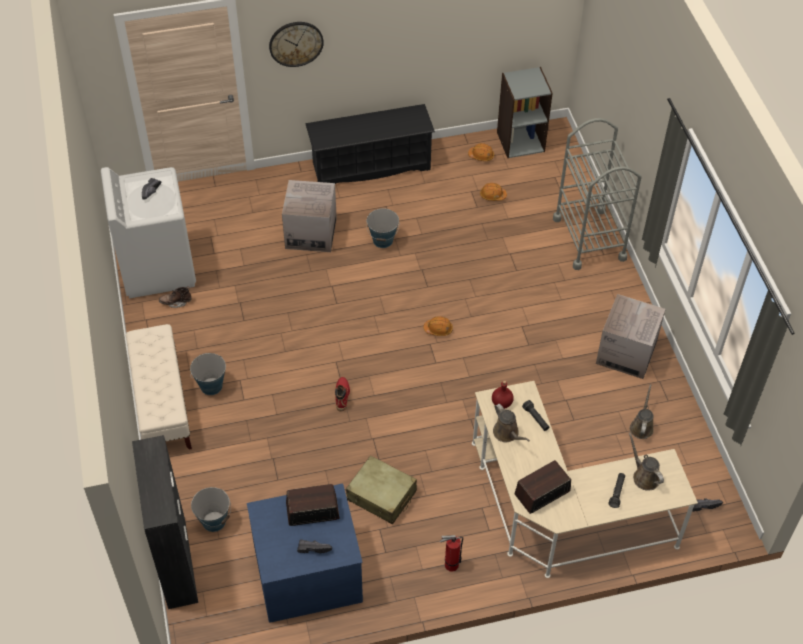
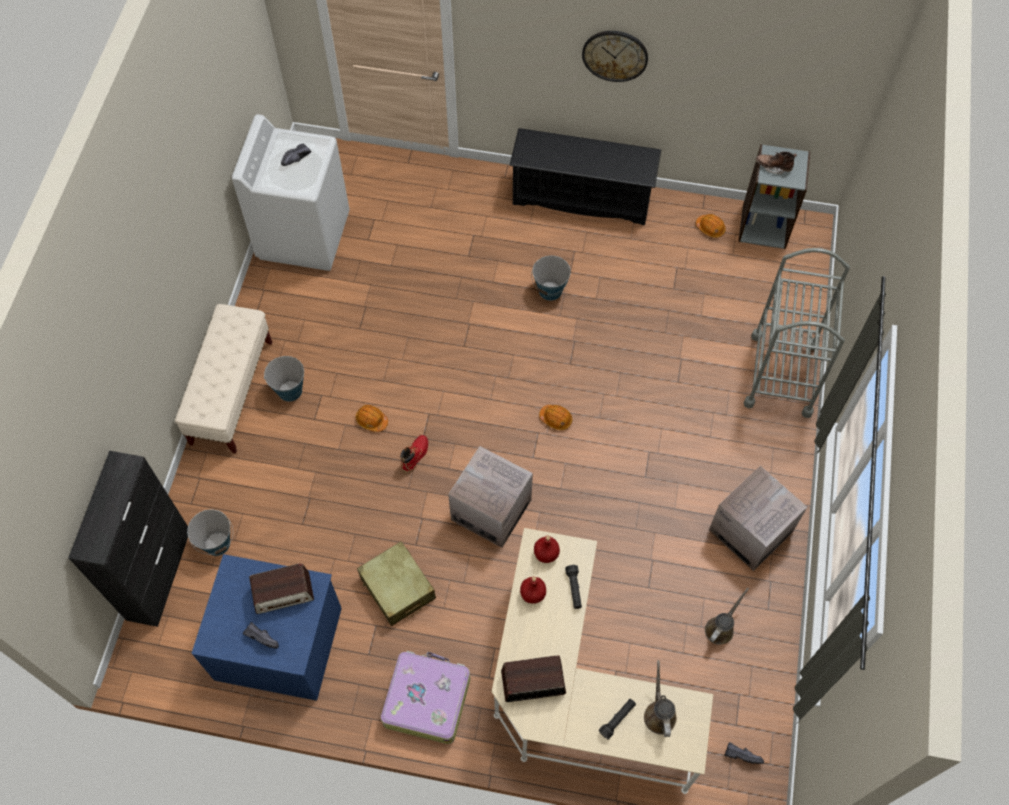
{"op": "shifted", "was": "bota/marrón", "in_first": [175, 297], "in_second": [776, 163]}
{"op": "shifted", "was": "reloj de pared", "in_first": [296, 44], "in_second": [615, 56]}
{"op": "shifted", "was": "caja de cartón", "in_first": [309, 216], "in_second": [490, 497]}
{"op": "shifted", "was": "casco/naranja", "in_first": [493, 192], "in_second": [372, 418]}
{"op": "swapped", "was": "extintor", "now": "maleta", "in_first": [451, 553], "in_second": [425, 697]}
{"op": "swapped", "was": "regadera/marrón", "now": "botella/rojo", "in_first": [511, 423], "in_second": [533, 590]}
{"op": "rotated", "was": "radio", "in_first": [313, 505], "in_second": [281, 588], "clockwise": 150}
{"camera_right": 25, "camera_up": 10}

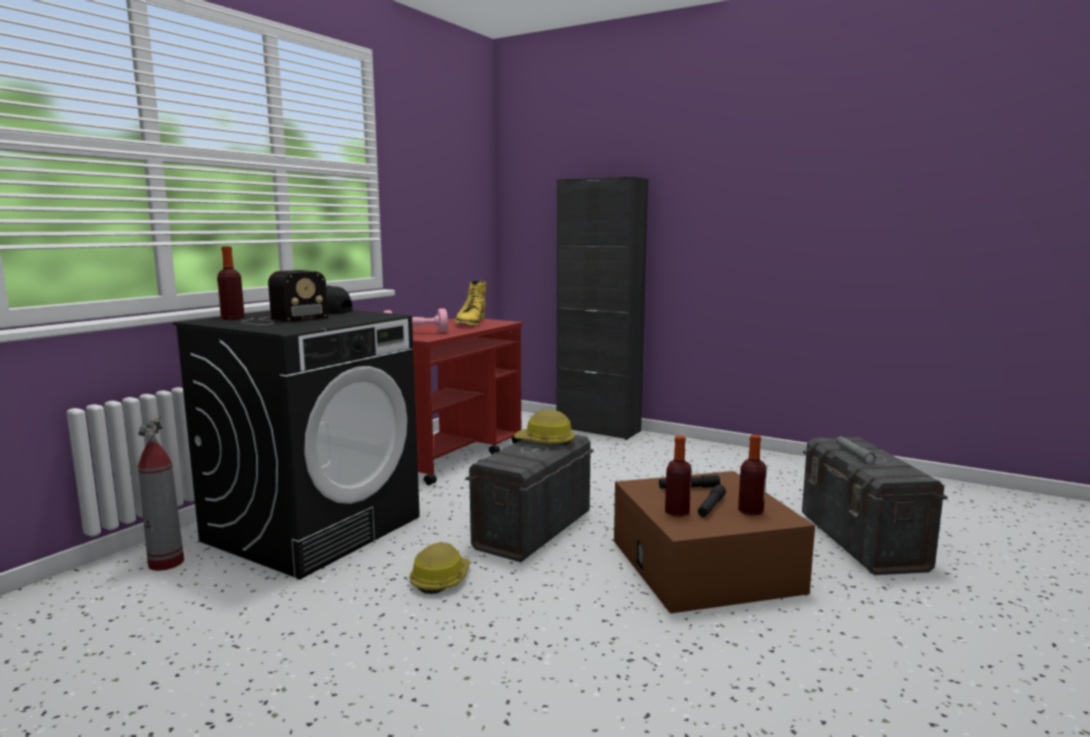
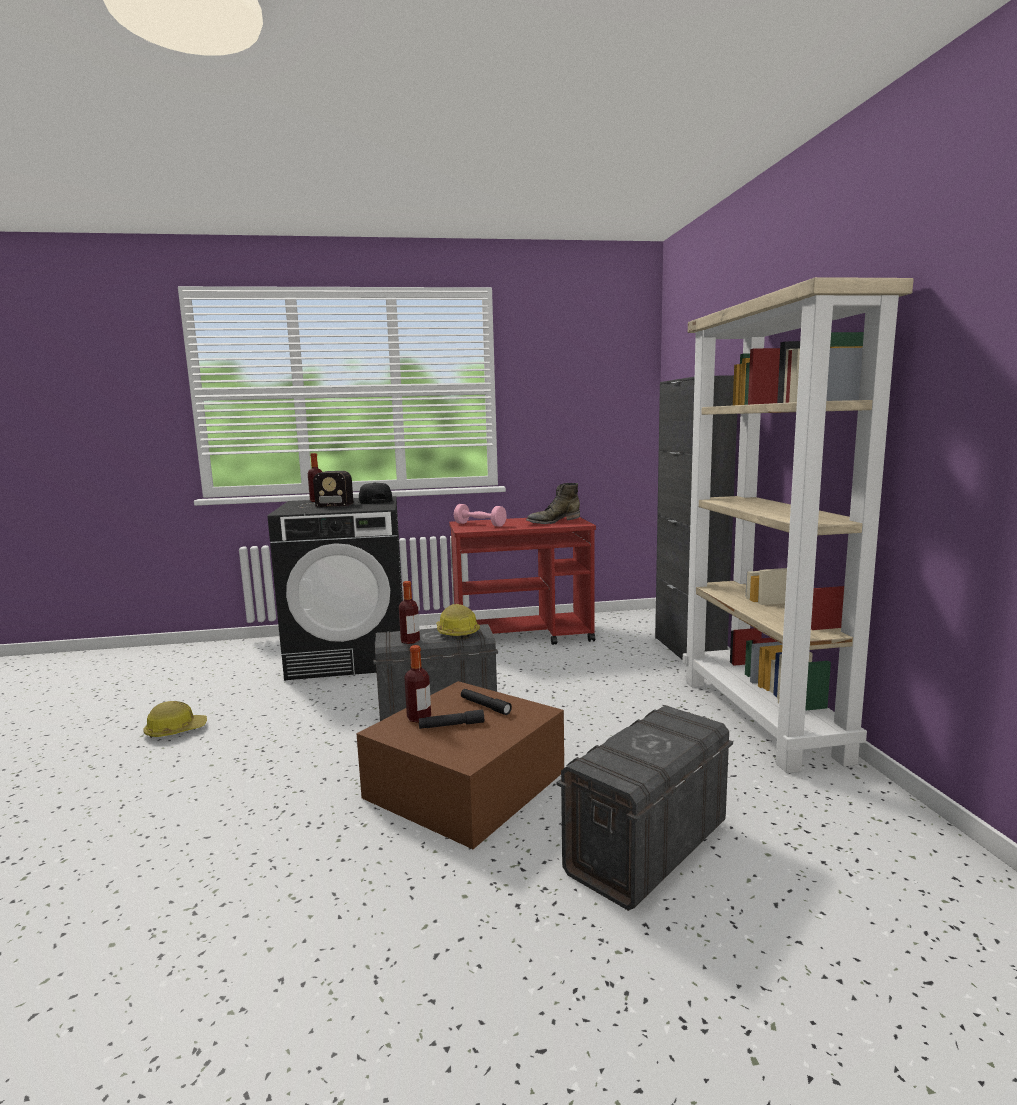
{"op": "gone", "was": "extintor", "in_first": [161, 493]}
{"op": "gone", "was": "linterna/gris", "in_first": [856, 450]}
{"op": "new", "now": "estantería/beis", "in_second": [798, 525]}
{"op": "shifted", "was": "casco", "in_first": [440, 568], "in_second": [175, 719]}
{"op": "shifted", "was": "botella", "in_first": [752, 475], "in_second": [409, 612]}
{"op": "repainted", "was": "bota/amarillo", "now": "bota/verde", "in_first": [470, 303], "in_second": [553, 503]}
{"camera_right": 50, "camera_up": 0}

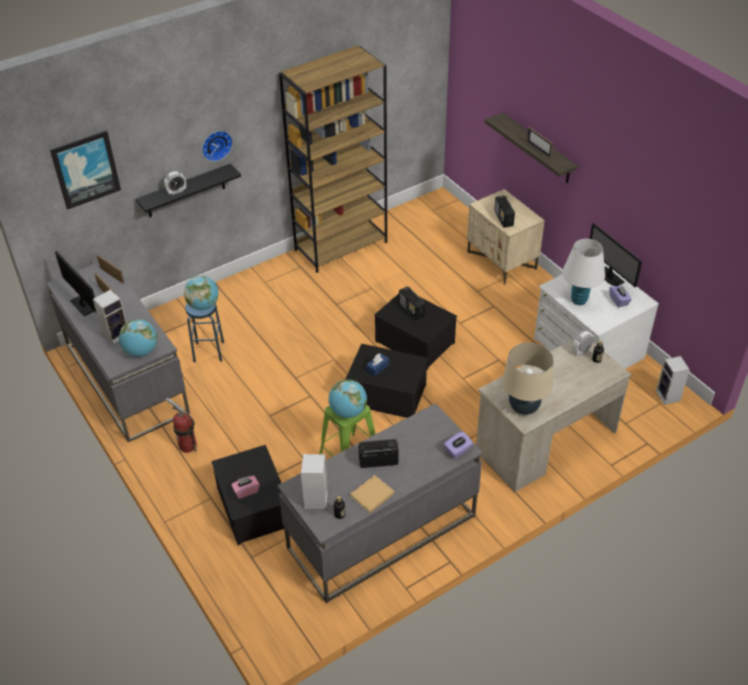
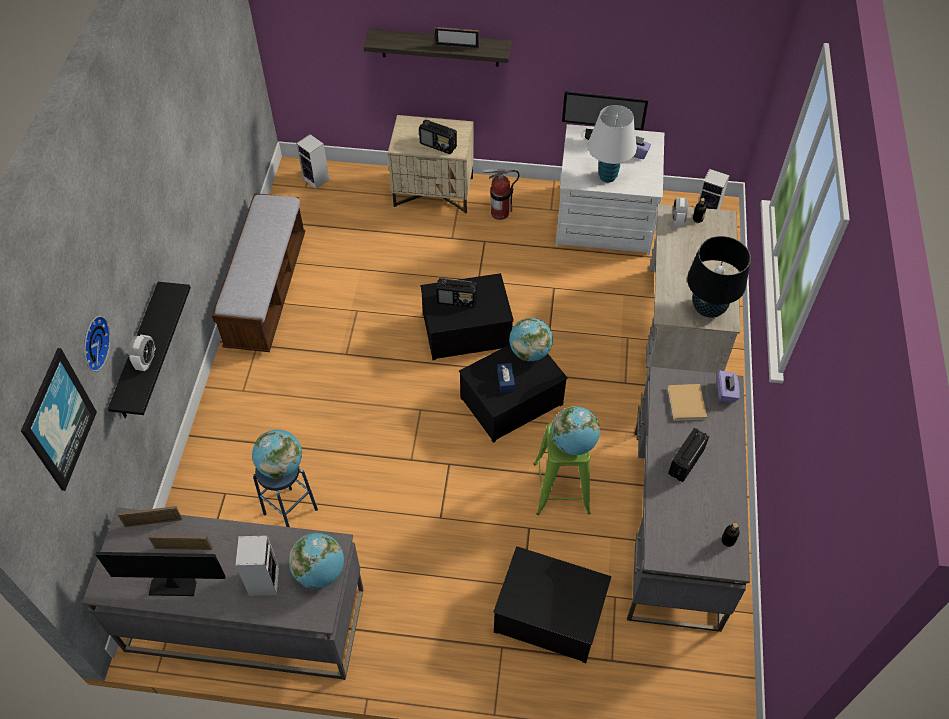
{"op": "gone", "was": "caja de pañuelos/rosa", "in_first": [245, 487]}
{"op": "new", "now": "globo terráqueo", "in_second": [531, 339]}
{"op": "shifted", "was": "extintor", "in_first": [181, 425], "in_second": [501, 194]}
{"op": "shifted", "was": "reloj de pared", "in_first": [217, 146], "in_second": [97, 344]}
{"op": "shifted", "was": "altavoz", "in_first": [314, 481], "in_second": [312, 161]}
{"op": "shifted", "was": "libro/beis", "in_first": [372, 494], "in_second": [687, 402]}
{"op": "swapped", "was": "estantería/marrón", "now": "banco", "in_first": [333, 159], "in_second": [258, 272]}
{"op": "repainted", "was": "lámpara de mesa/beis", "now": "lámpara de mesa/negro", "in_first": [527, 379], "in_second": [719, 277]}
{"camera_right": -50, "camera_up": 10}

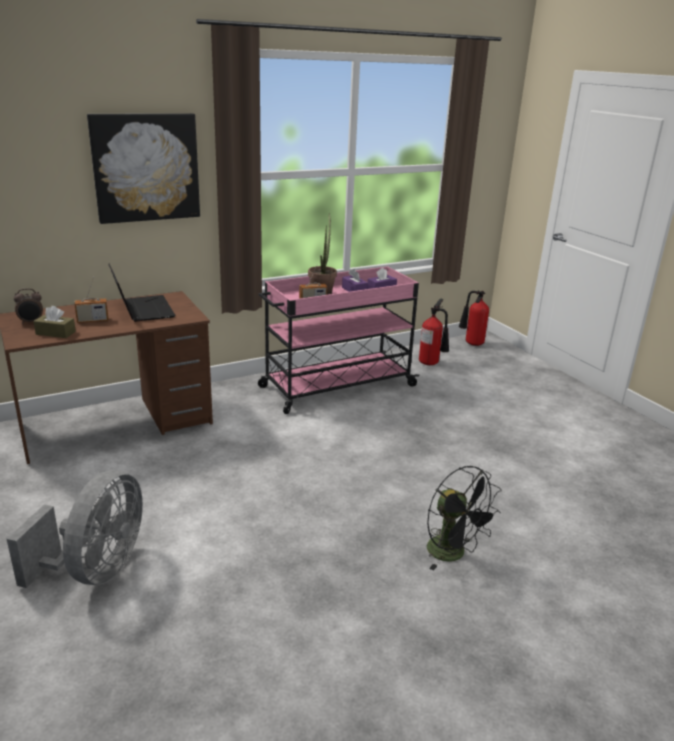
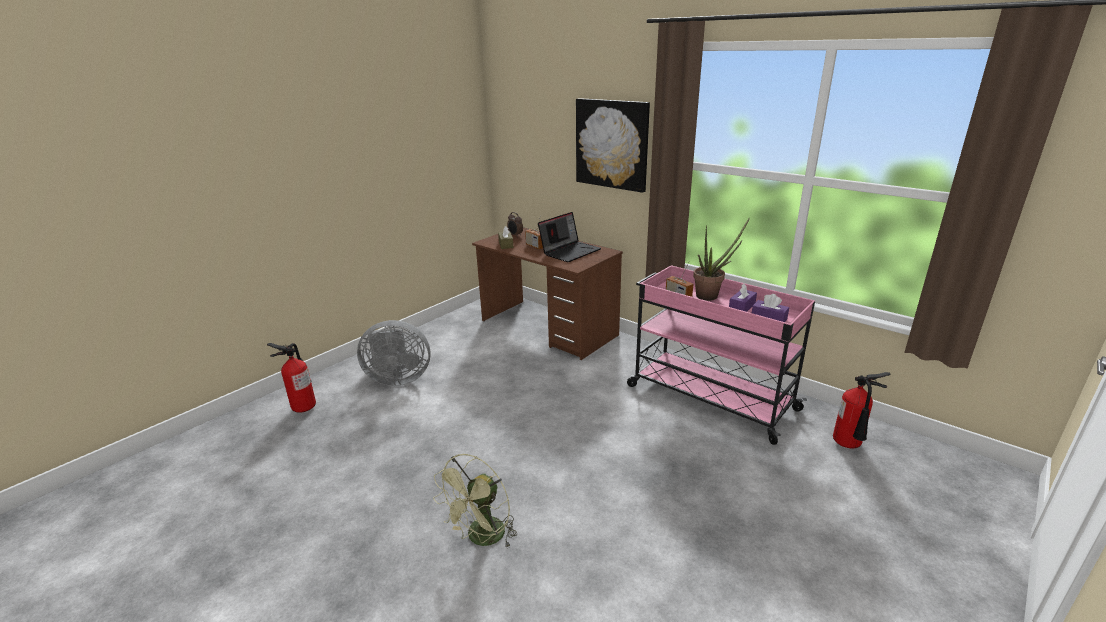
{"op": "shifted", "was": "extintor", "in_first": [474, 318], "in_second": [291, 378]}
{"op": "repainted", "was": "ventilador/negro", "now": "ventilador/verde", "in_first": [464, 518], "in_second": [475, 501]}
{"camera_right": 70, "camera_up": 0}

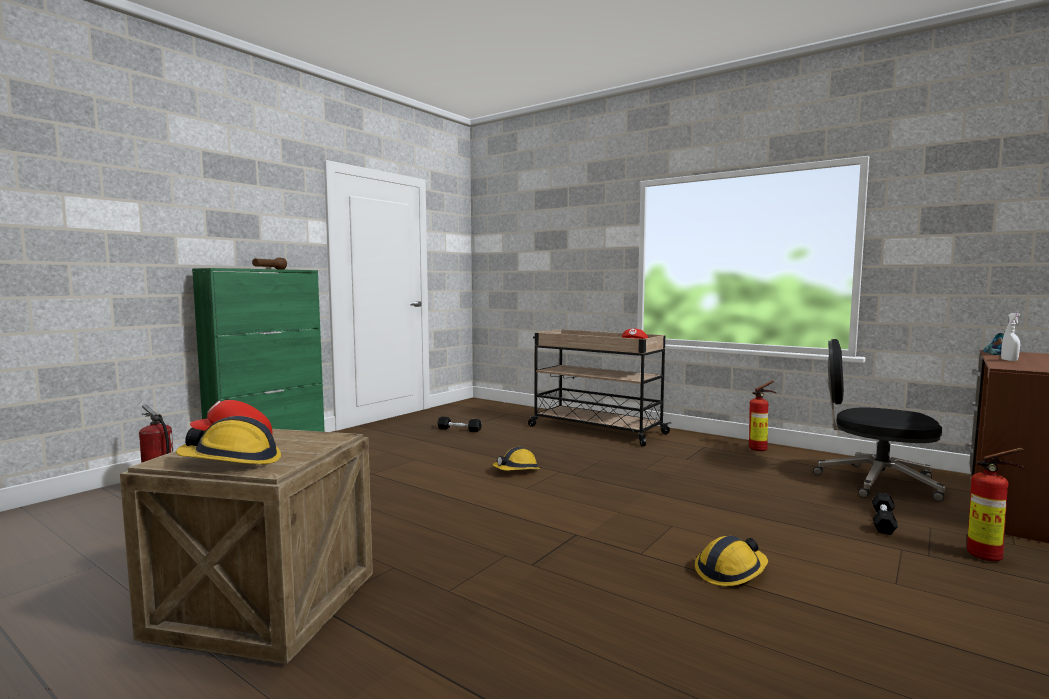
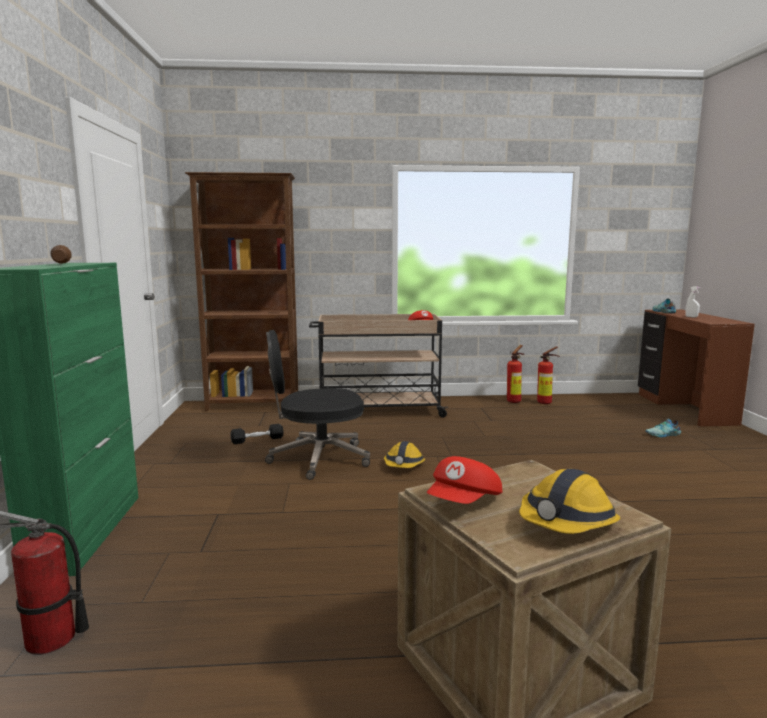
{"op": "gone", "was": "casco", "in_first": [731, 561]}
{"op": "new", "now": "estantería/marrón", "in_second": [241, 291]}
{"op": "shifted", "was": "silla de oficina/negro", "in_first": [879, 420], "in_second": [317, 405]}
{"op": "shifted", "was": "extintor", "in_first": [997, 504], "in_second": [548, 375]}
{"op": "swapped", "was": "mancuerna/negro", "now": "zapato", "in_first": [885, 513], "in_second": [663, 428]}
{"camera_right": -40, "camera_up": 5}

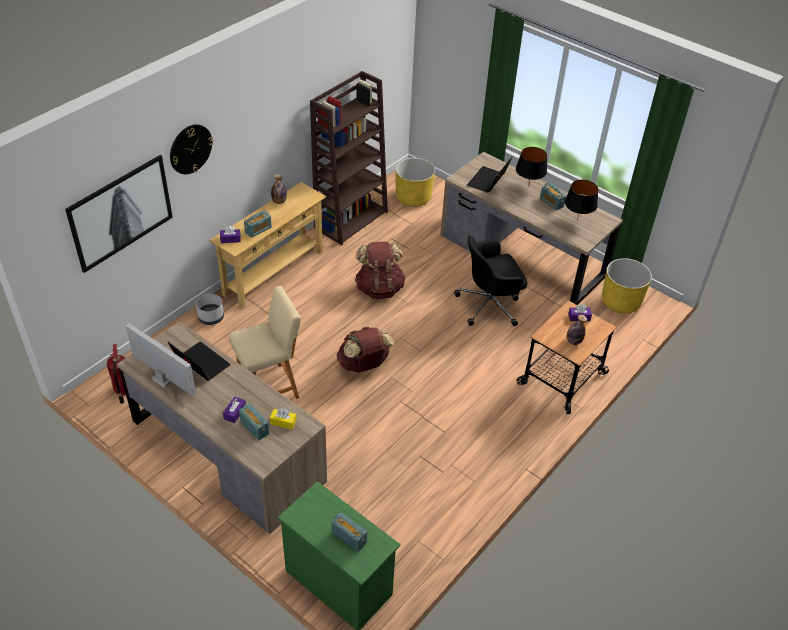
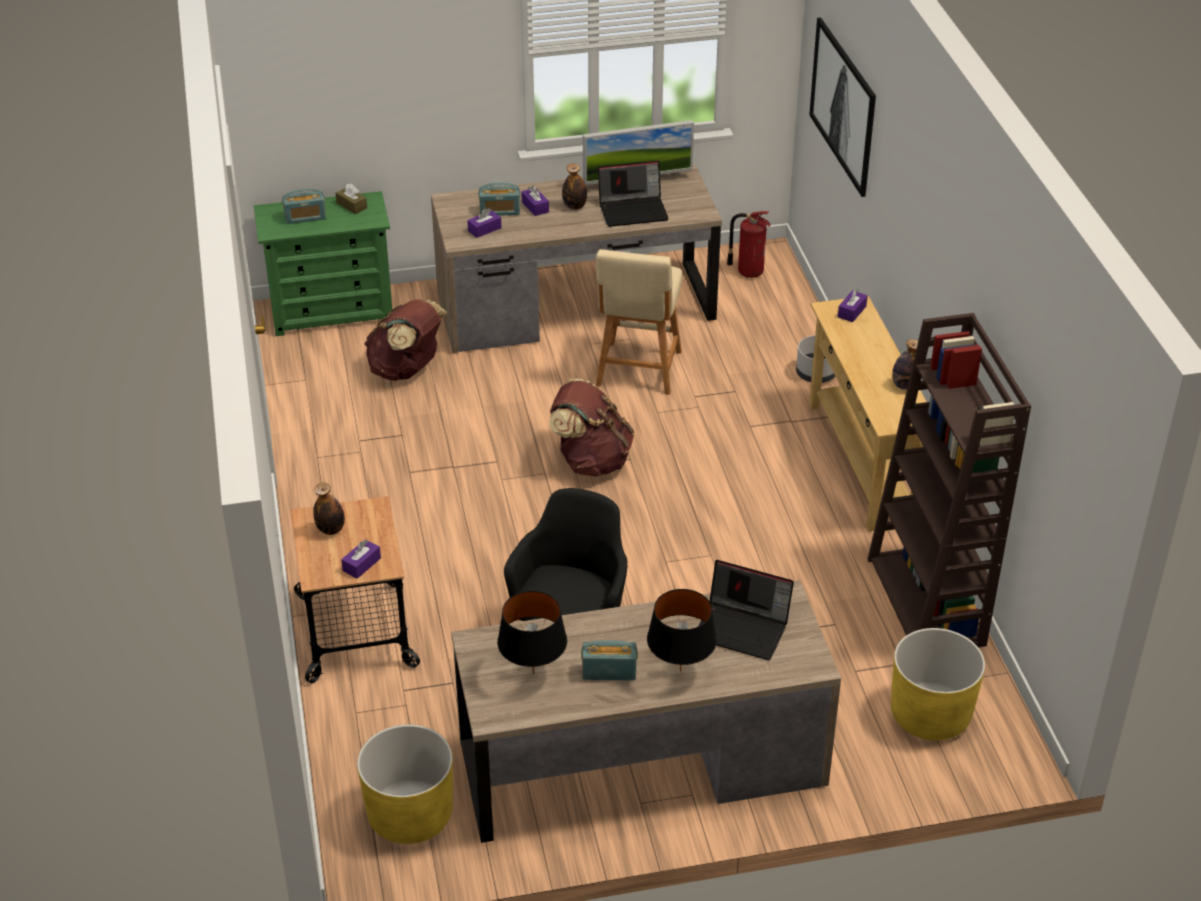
{"op": "gone", "was": "reloj de pared", "in_first": [191, 149]}
{"op": "gone", "was": "radio", "in_first": [258, 224]}
{"op": "new", "now": "caja de pañuelos/marrón", "in_second": [351, 199]}
{"op": "new", "now": "botella", "in_second": [574, 186]}
{"op": "shifted", "was": "mochila/marrón", "in_first": [380, 270], "in_second": [406, 340]}
{"op": "repainted", "was": "caja de pañuelos/amarillo", "now": "caja de pañuelos/morado", "in_first": [283, 418], "in_second": [484, 223]}
{"op": "rotated", "was": "portátil", "in_first": [489, 175], "in_second": [746, 610], "clockwise": 135}
{"camera_right": 130, "camera_up": -5}

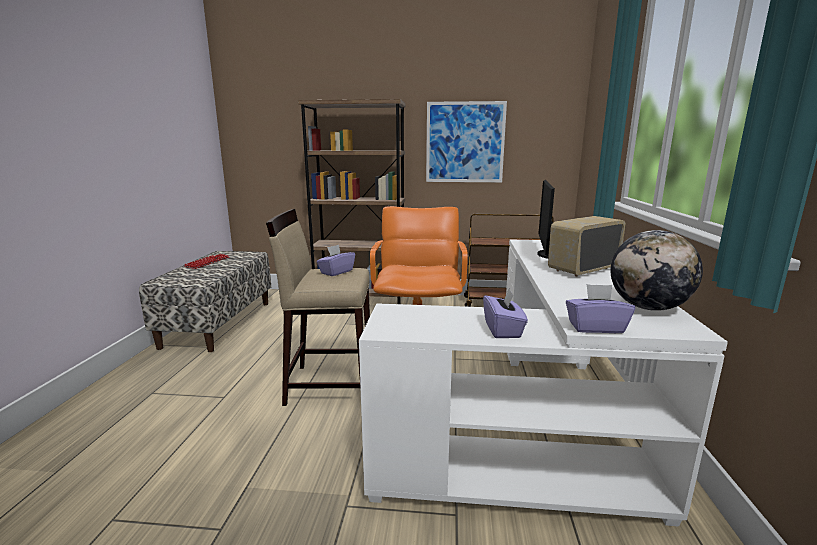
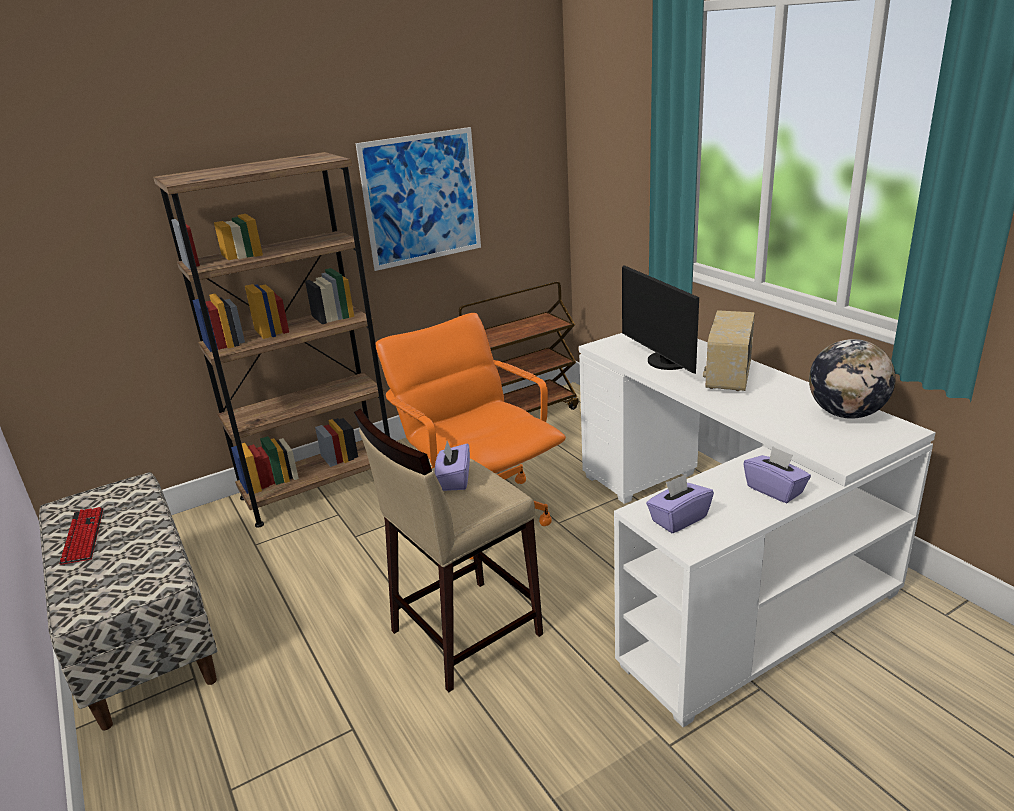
{"op": "shifted", "was": "caja de pañuelos/morado", "in_first": [600, 308], "in_second": [680, 503]}
{"camera_right": -35, "camera_up": 10}

